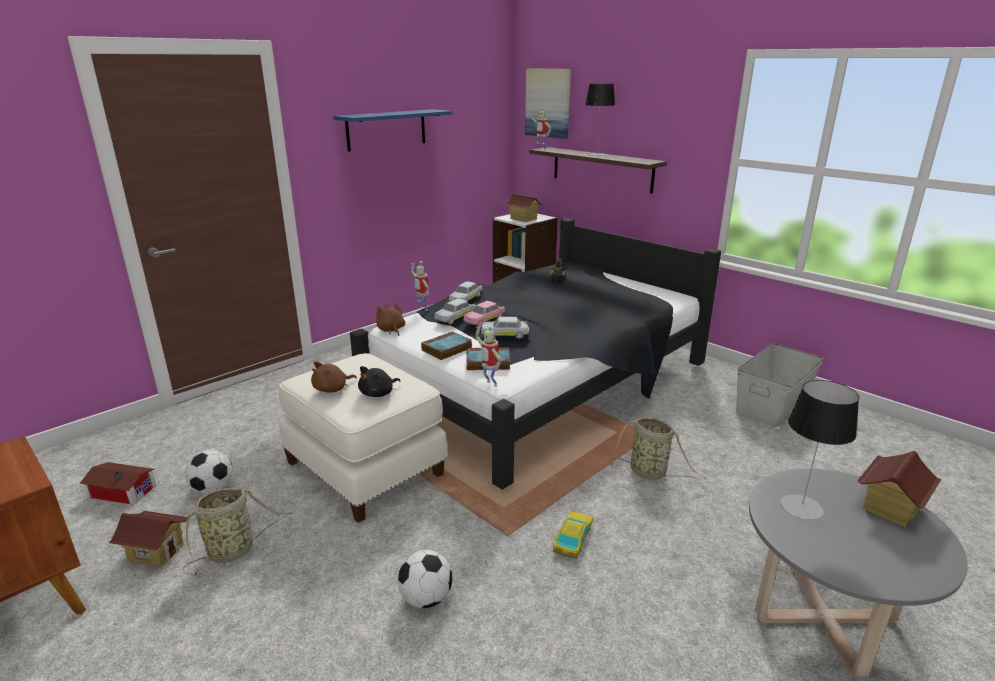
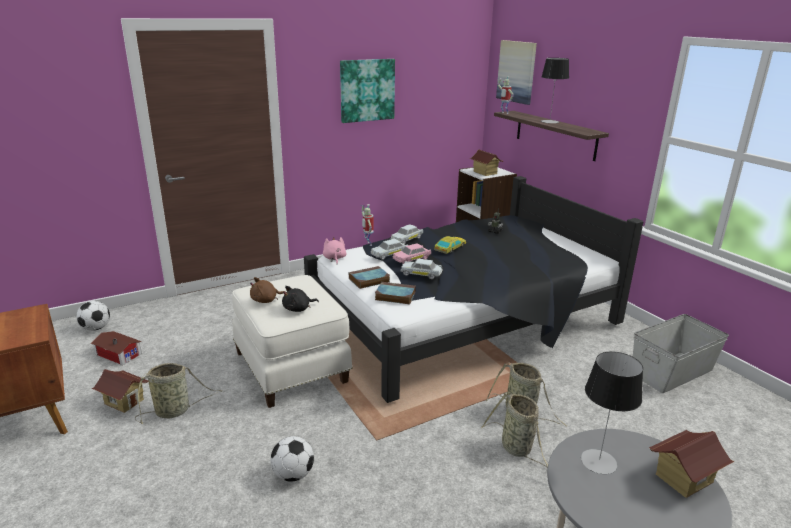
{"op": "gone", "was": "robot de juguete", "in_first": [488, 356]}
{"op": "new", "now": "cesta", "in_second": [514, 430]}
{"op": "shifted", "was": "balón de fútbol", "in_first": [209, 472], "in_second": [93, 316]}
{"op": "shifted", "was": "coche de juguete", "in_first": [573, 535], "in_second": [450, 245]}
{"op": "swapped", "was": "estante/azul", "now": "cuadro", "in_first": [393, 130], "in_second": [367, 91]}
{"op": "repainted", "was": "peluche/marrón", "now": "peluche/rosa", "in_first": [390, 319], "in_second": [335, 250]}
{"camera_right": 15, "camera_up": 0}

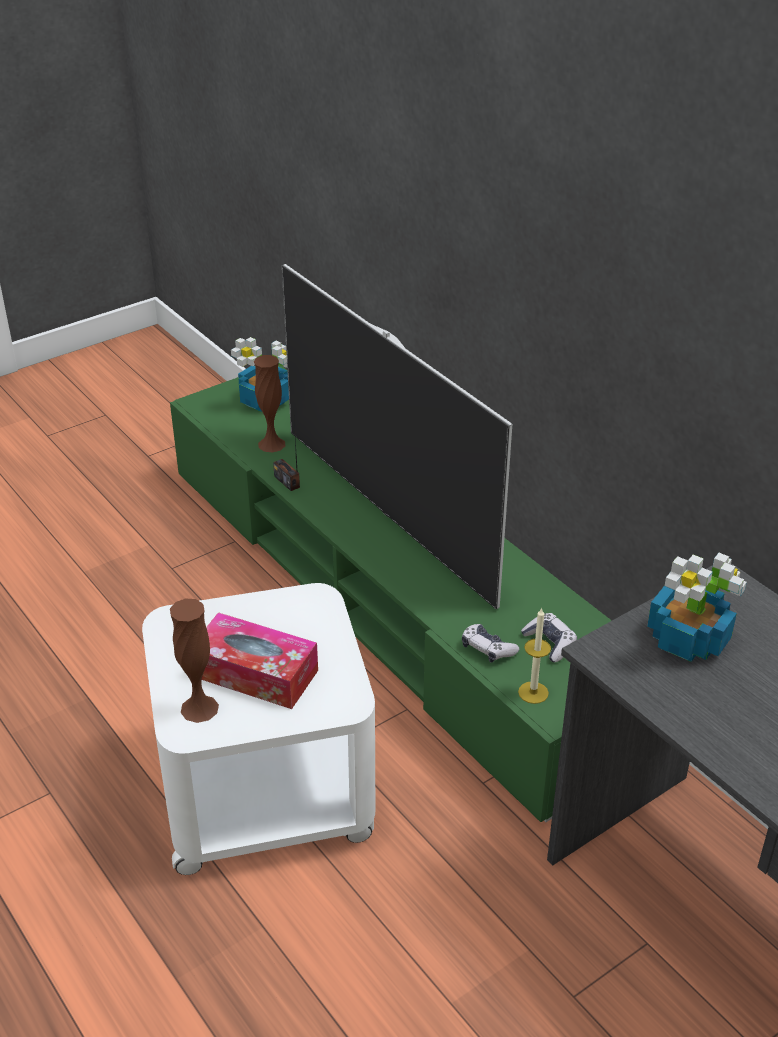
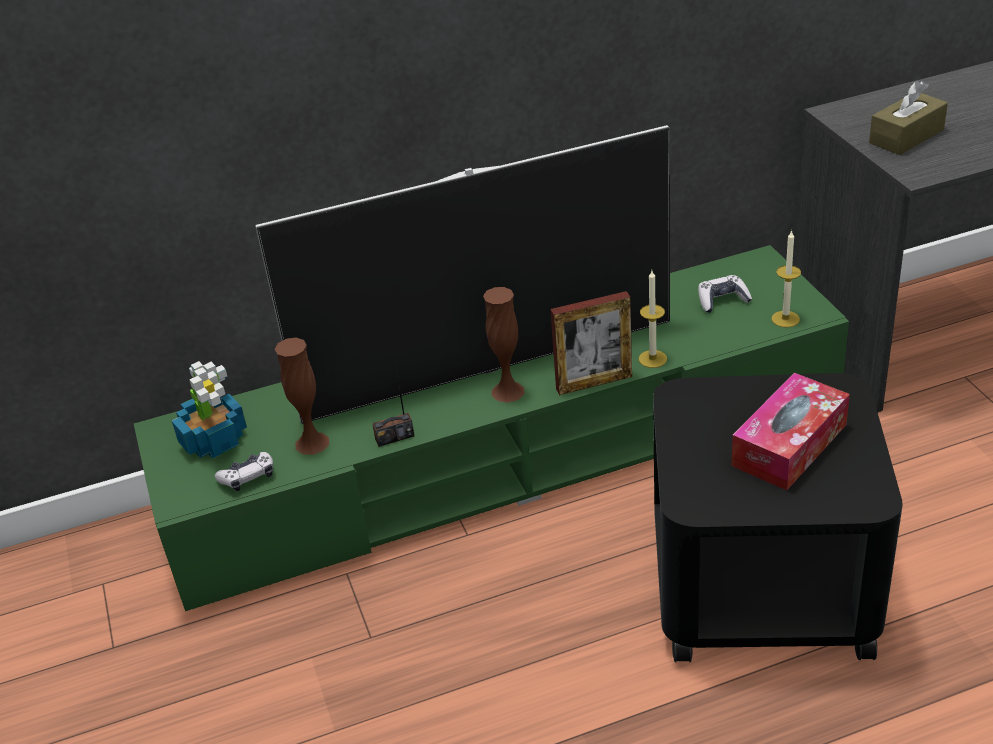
{"op": "new", "now": "portarretratos", "in_second": [591, 343]}
{"op": "new", "now": "vela", "in_second": [653, 319]}
{"op": "shifted", "was": "florero/marrón", "in_first": [194, 661], "in_second": [503, 345]}
{"op": "shifted", "was": "mando de consola", "in_first": [490, 643], "in_second": [244, 471]}
{"op": "swapped", "was": "planta en maceta", "now": "caja de pañuelos/marrón", "in_first": [697, 607], "in_second": [908, 118]}
{"op": "repainted", "was": "mesa auxiliar/blanco", "now": "mesa auxiliar/negro", "in_first": [259, 729], "in_second": [778, 518]}
{"camera_right": -70, "camera_up": 0}

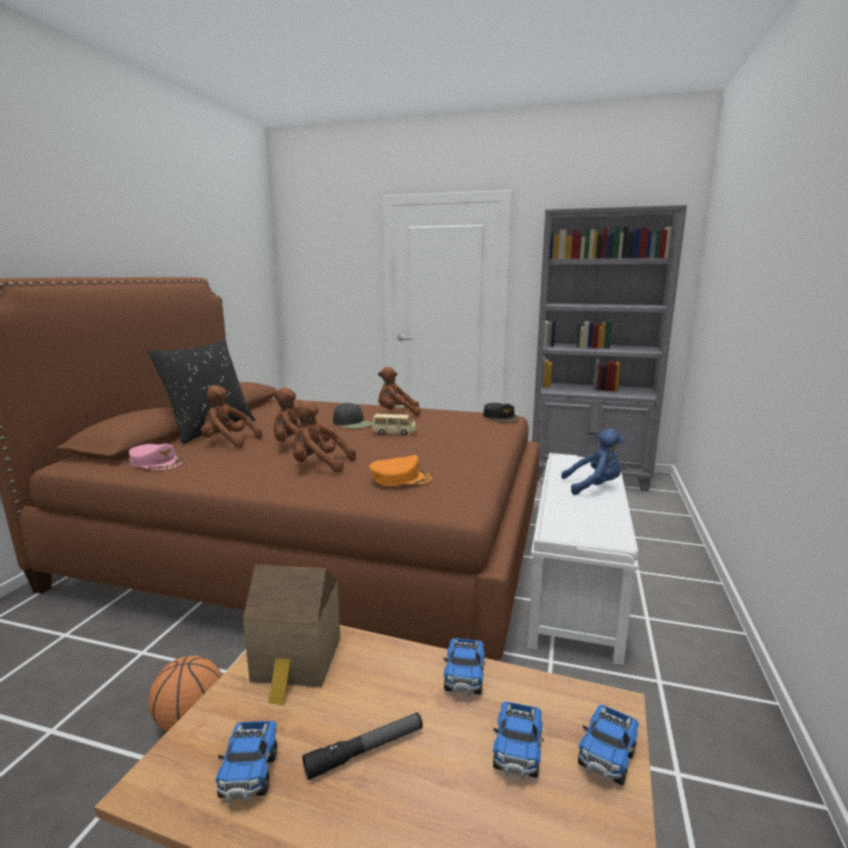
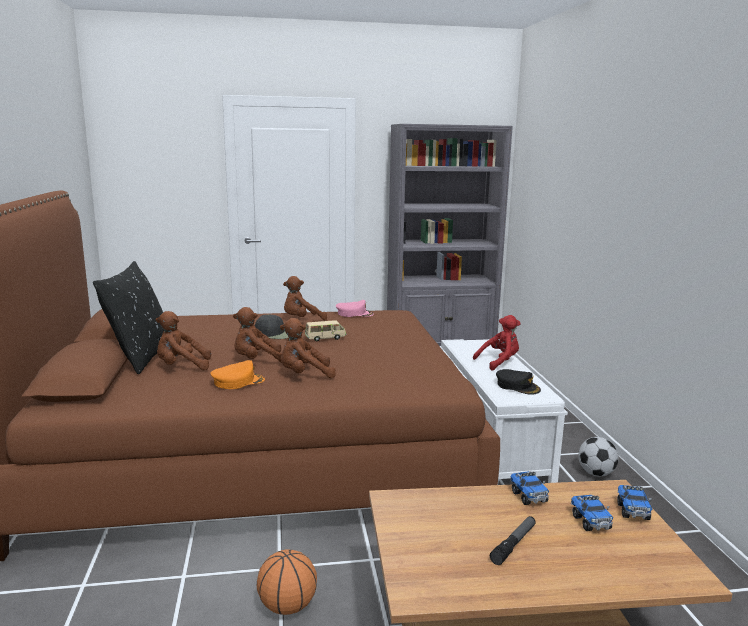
{"op": "gone", "was": "camión de juguete", "in_first": [246, 762]}
{"op": "gone", "was": "casita", "in_first": [291, 634]}
{"op": "new", "now": "balón de fútbol", "in_second": [598, 457]}
{"op": "shifted", "was": "gorra/rosa", "in_first": [156, 457], "in_second": [355, 308]}
{"op": "shifted", "was": "gorra/naranja", "in_first": [400, 470], "in_second": [237, 374]}
{"op": "shifted", "was": "gorra/negro", "in_first": [500, 413], "in_second": [518, 382]}
{"op": "repainted", "was": "peluche/azul", "now": "peluche/rojo", "in_first": [593, 462], "in_second": [497, 343]}
{"camera_right": -25, "camera_up": 0}

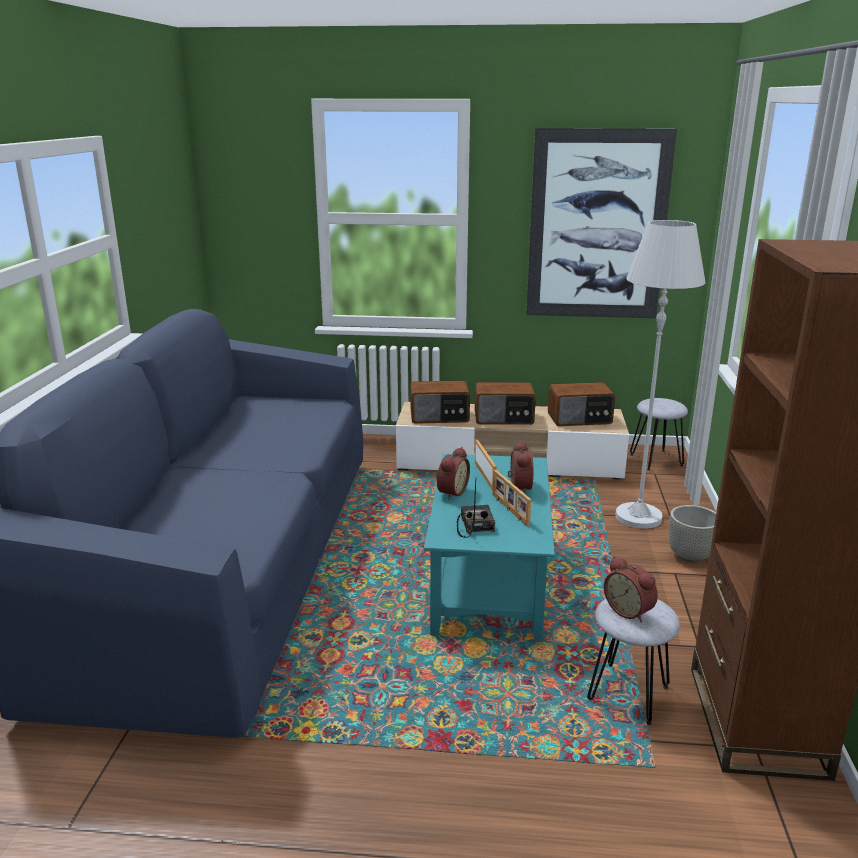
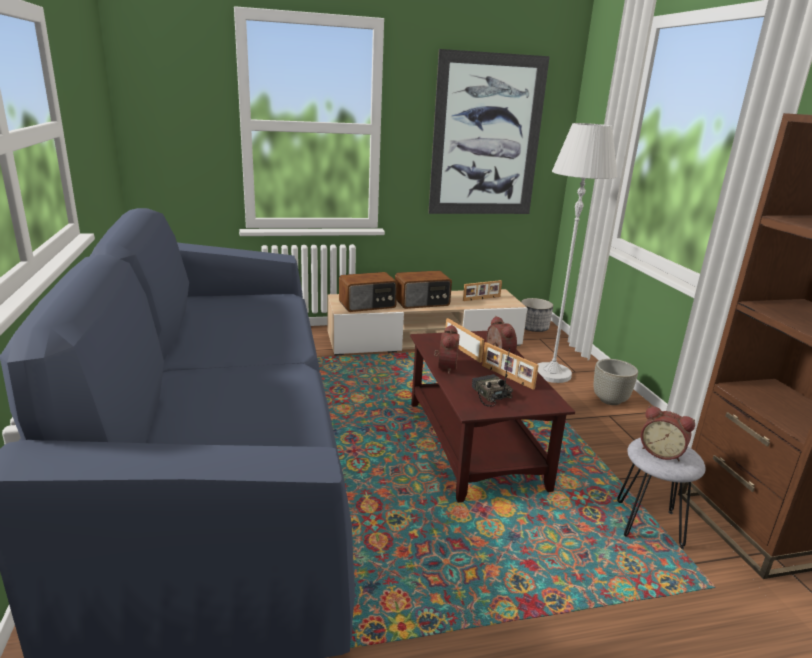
{"op": "swapped", "was": "radio", "now": "portarretratos", "in_first": [581, 404], "in_second": [482, 290]}
{"op": "swapped", "was": "taburete/gris", "now": "maceta", "in_first": [659, 434], "in_second": [537, 315]}
{"op": "repainted", "was": "mesa de centro/turquesa", "now": "mesa de centro/marrón", "in_first": [489, 548], "in_second": [492, 416]}
{"camera_right": -20, "camera_up": 0}

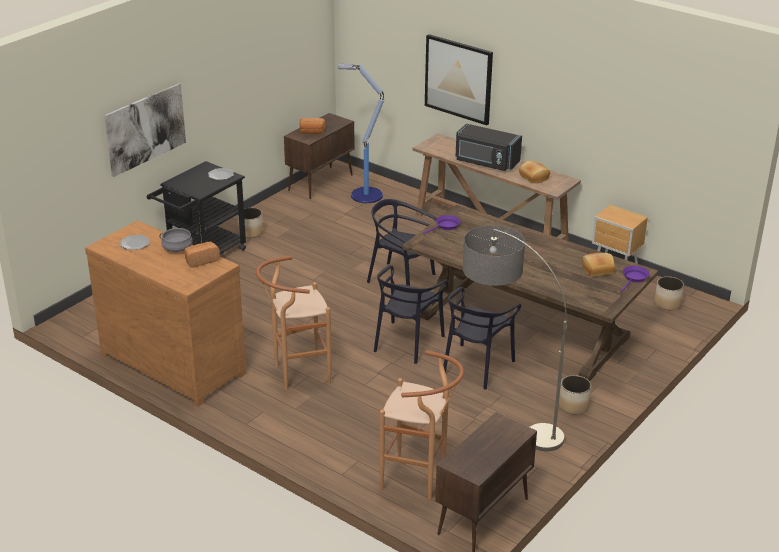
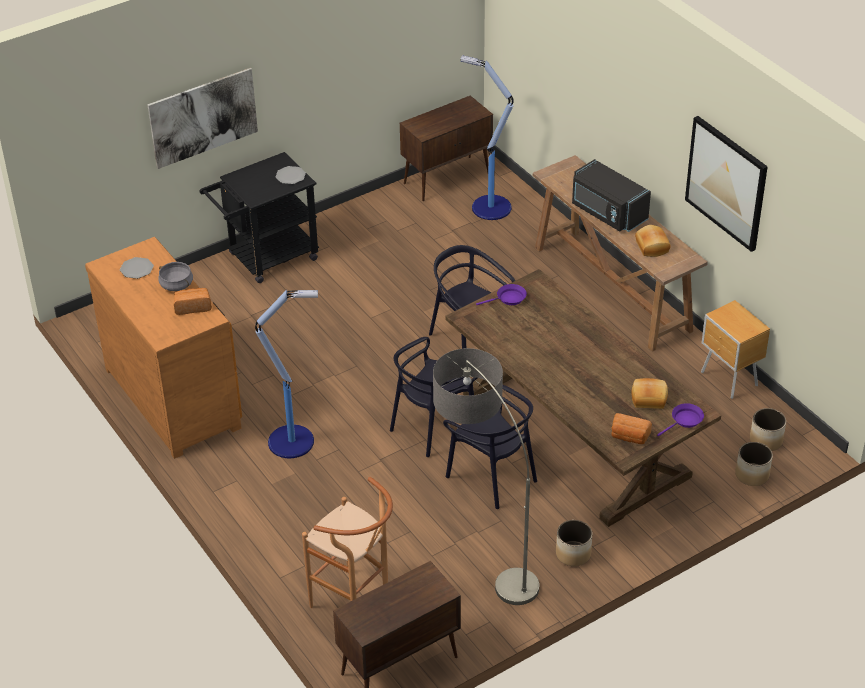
{"op": "shifted", "was": "maceta", "in_first": [250, 223], "in_second": [754, 464]}
{"op": "shifted", "was": "pan", "in_first": [312, 126], "in_second": [631, 428]}
{"op": "shifted", "was": "cuadro", "in_first": [459, 79], "in_second": [726, 184]}
{"op": "swapped", "was": "taburete/marrón", "now": "lámpara de pie", "in_first": [293, 323], "in_second": [286, 374]}
{"op": "rotated", "was": "silla/negro", "in_first": [482, 338], "in_second": [490, 447], "clockwise": -90}
{"camera_right": 20, "camera_up": 10}

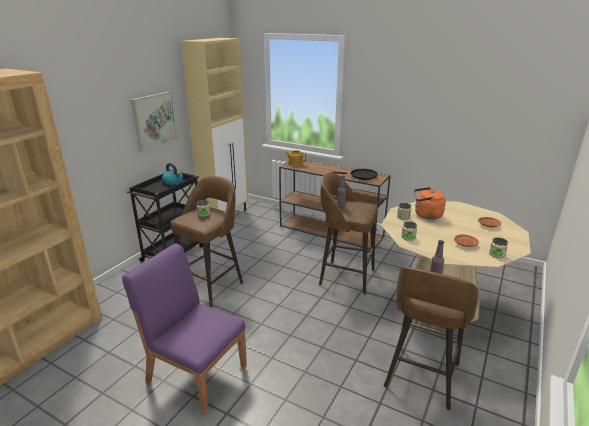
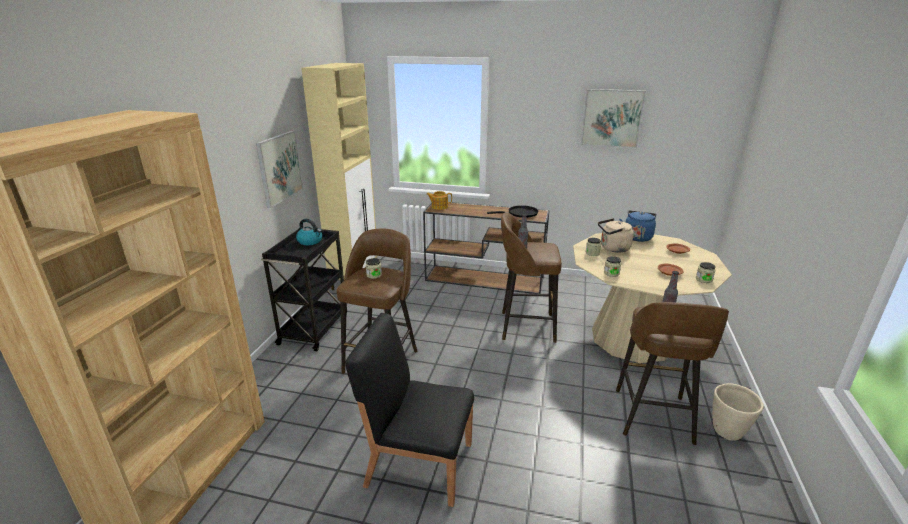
{"op": "new", "now": "cuadro", "in_second": [613, 118]}
{"op": "new", "now": "hervidor/azul", "in_second": [637, 226]}
{"op": "new", "now": "maceta/beis", "in_second": [738, 412]}
{"op": "repainted", "was": "silla/morado", "now": "silla/negro", "in_first": [184, 329], "in_second": [409, 410]}
{"op": "repainted", "was": "hervidor/naranja", "now": "hervidor/beis", "in_first": [430, 203], "in_second": [616, 235]}
{"camera_right": -15, "camera_up": 0}

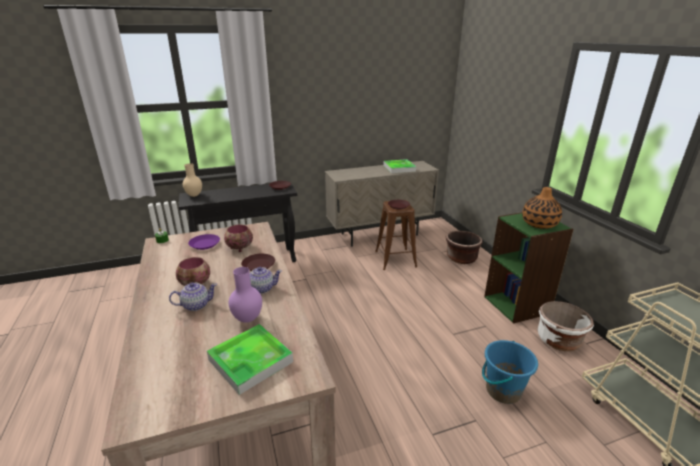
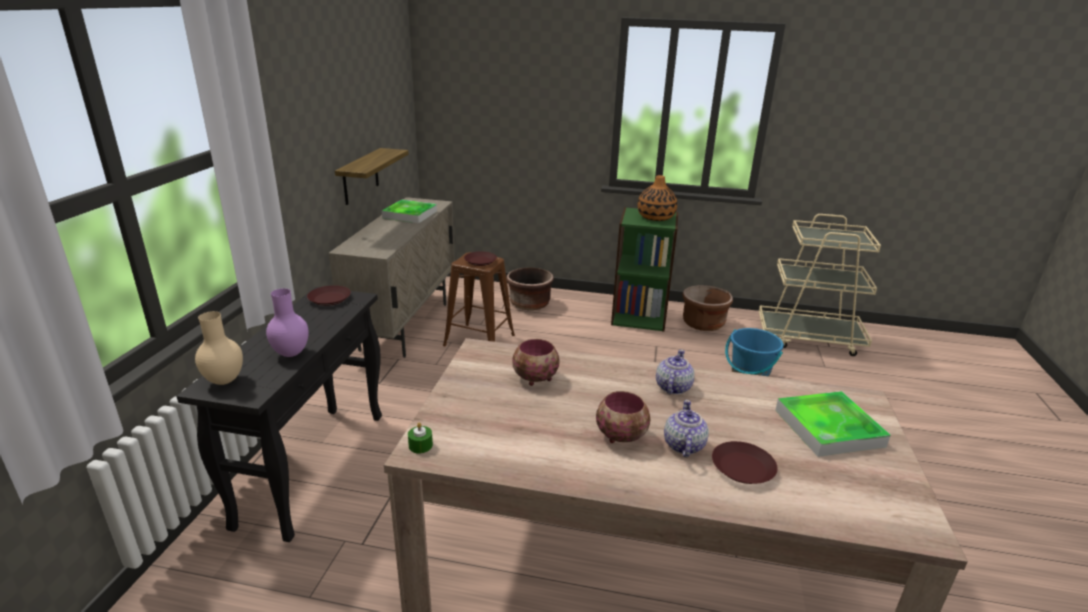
{"op": "gone", "was": "plato/morado", "in_first": [204, 242]}
{"op": "new", "now": "estante", "in_second": [372, 176]}
{"op": "shifted", "was": "florero/morado", "in_first": [245, 295], "in_second": [287, 322]}
{"op": "shifted", "was": "plato/marrón", "in_first": [258, 262], "in_second": [745, 462]}
{"op": "repainted", "was": "maceta/blanco", "now": "maceta/marrón", "in_first": [565, 326], "in_second": [707, 308]}
{"camera_right": -60, "camera_up": 0}

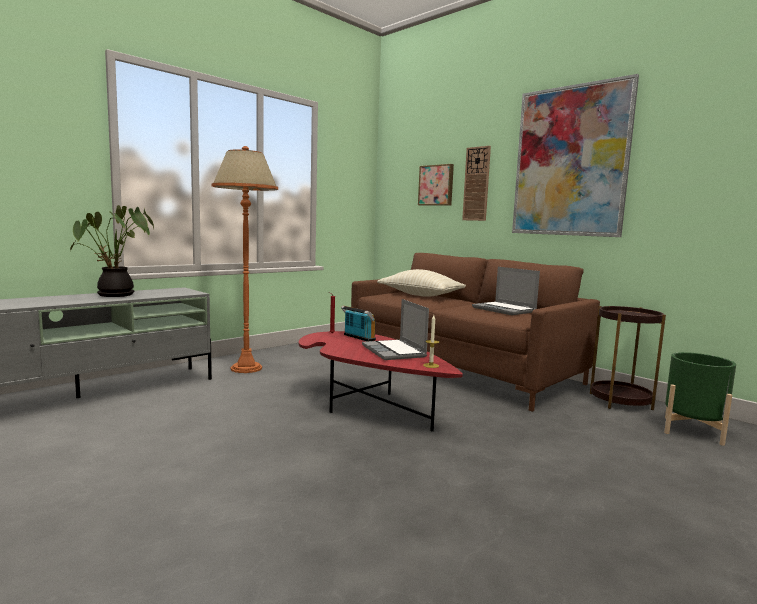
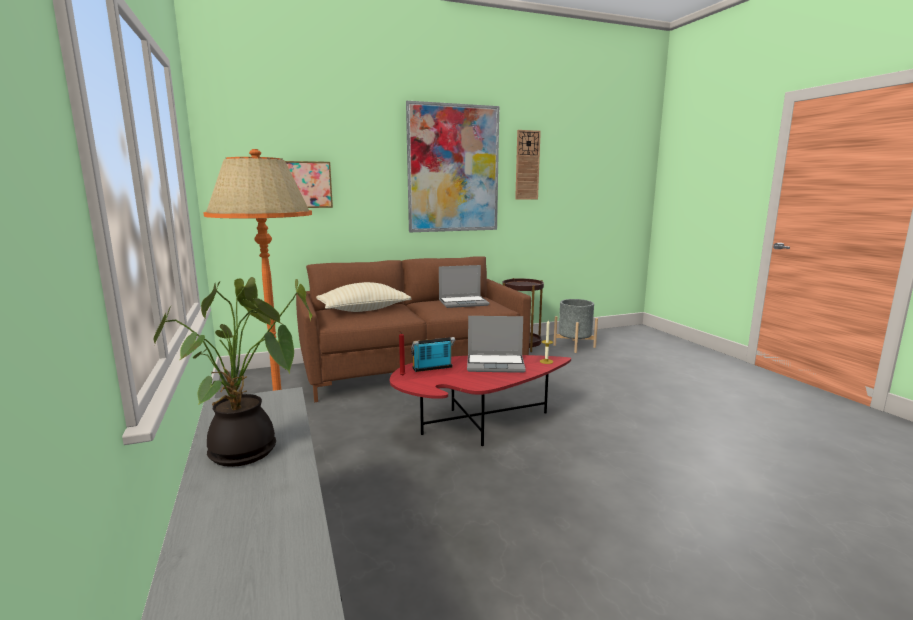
{"op": "shifted", "was": "reloj de pared", "in_first": [476, 183], "in_second": [528, 165]}
{"op": "repainted", "was": "maceta/verde", "now": "maceta/gris", "in_first": [700, 399], "in_second": [575, 326]}
{"camera_right": -65, "camera_up": 5}

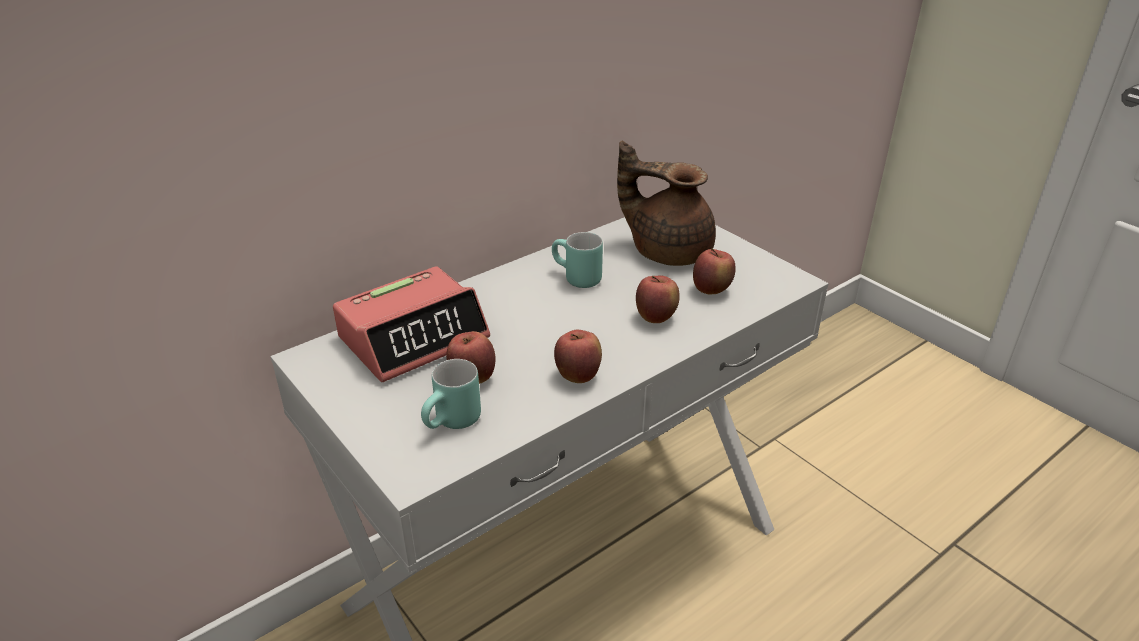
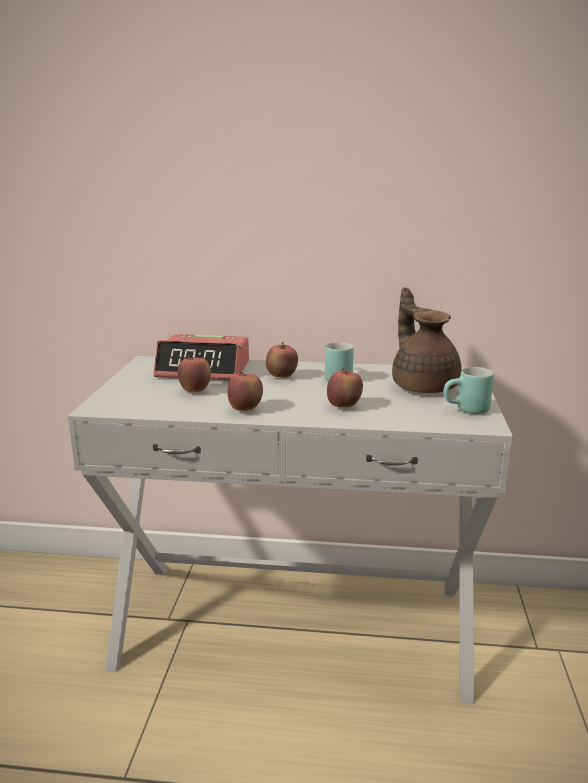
{"op": "shifted", "was": "taza grande/turquesa", "in_first": [451, 394], "in_second": [468, 390]}
{"op": "shifted", "was": "manzana", "in_first": [714, 271], "in_second": [282, 360]}
{"camera_right": 45, "camera_up": -15}

